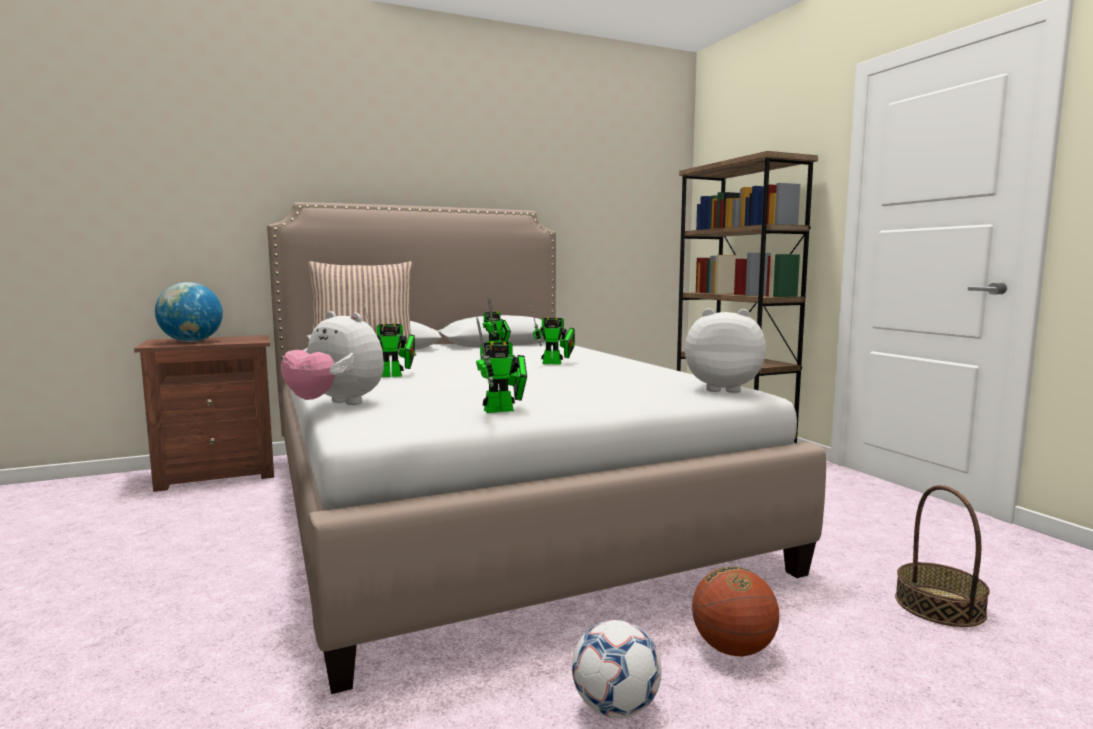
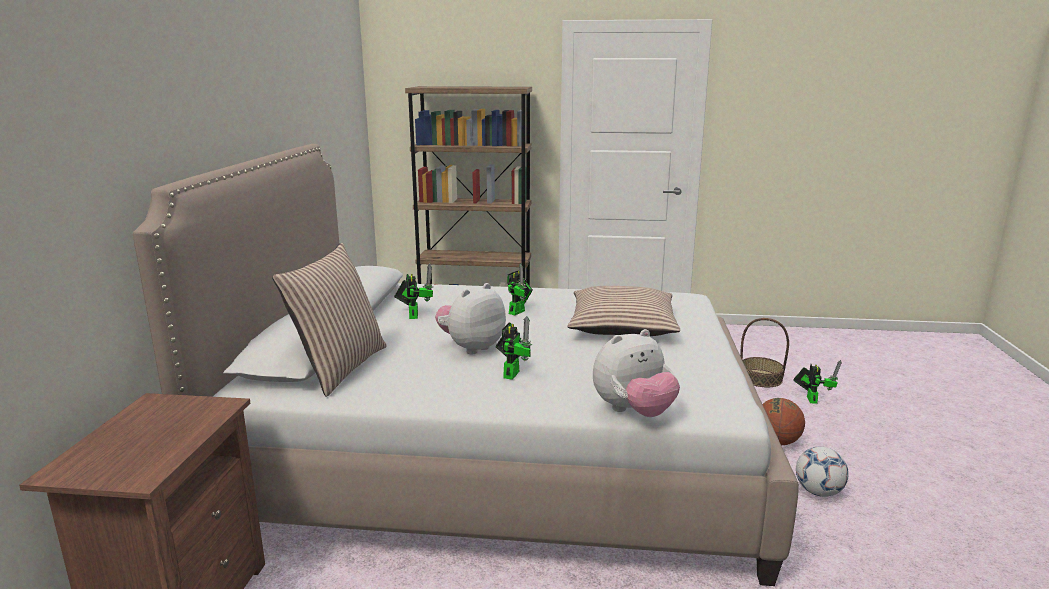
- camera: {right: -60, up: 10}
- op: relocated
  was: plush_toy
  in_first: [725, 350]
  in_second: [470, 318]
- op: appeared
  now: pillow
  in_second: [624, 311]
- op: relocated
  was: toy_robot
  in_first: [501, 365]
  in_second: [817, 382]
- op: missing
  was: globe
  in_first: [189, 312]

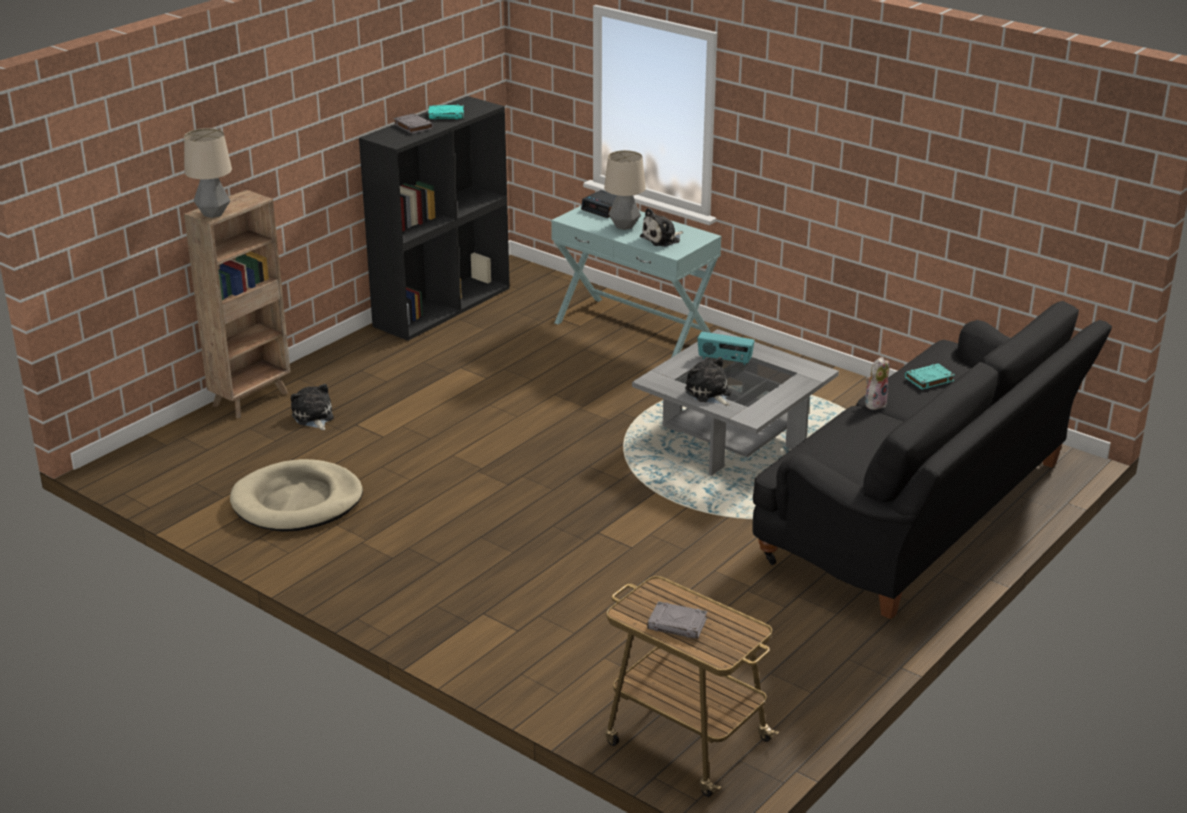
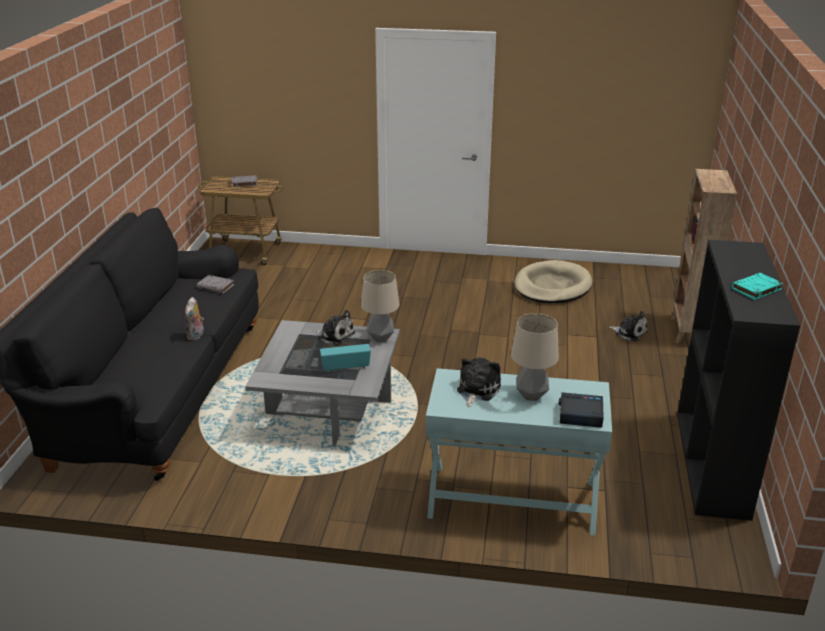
- camera: {right: 150, up: 0}
- op: relocated
  was: grey_book
  in_first: [413, 123]
  in_second: [215, 284]
- op: relocated
  was: table_lamp
  in_first: [208, 173]
  in_second: [380, 306]
- op: missing
  was: turquoise_book
  in_first: [930, 376]

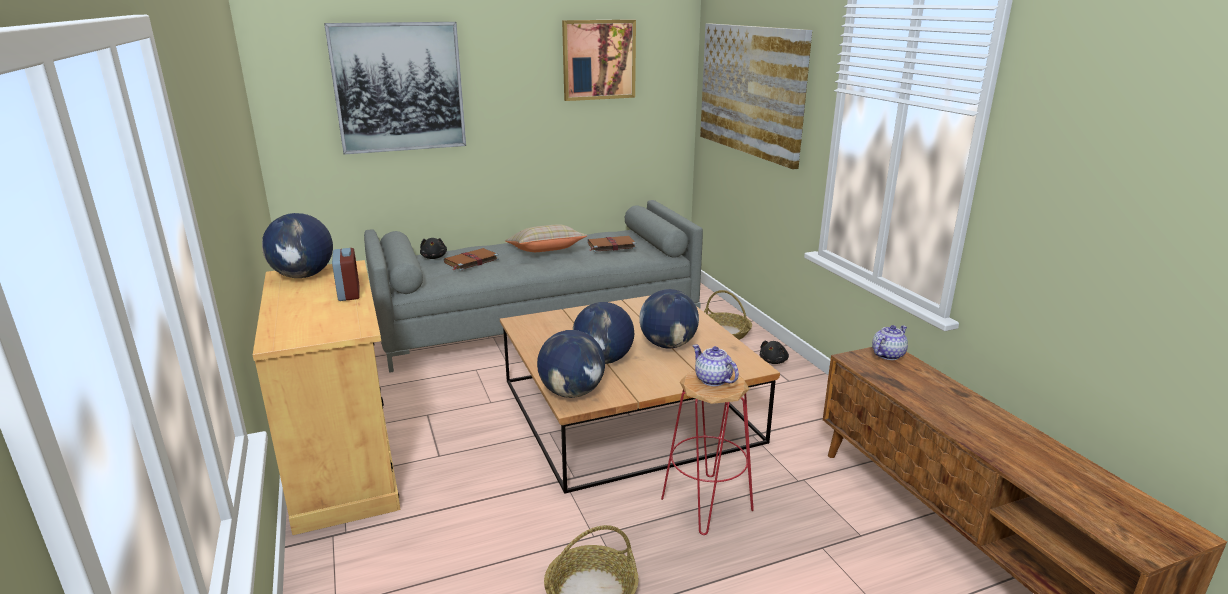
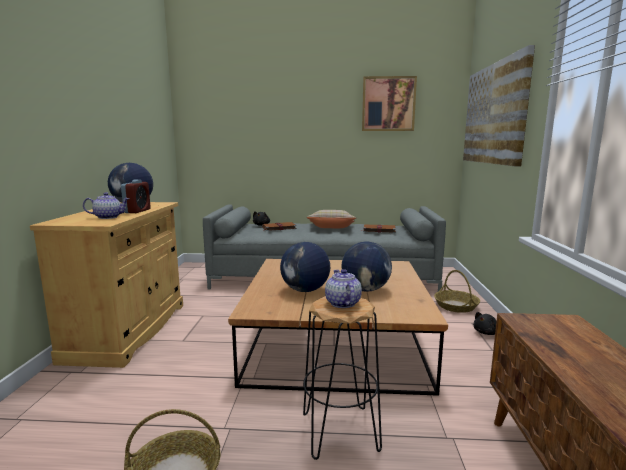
- camera: {right: 25, up: -10}
- op: relocated
  was: teapot
  in_first: [890, 342]
  in_second: [106, 205]
- op: colour
  was: red_stool
  now: black_stool
  in_first: [707, 453]
  in_second: [342, 378]
- op: missing
  was: picture
  in_first: [395, 88]
- op: missing
  was: globe
  in_first: [571, 364]

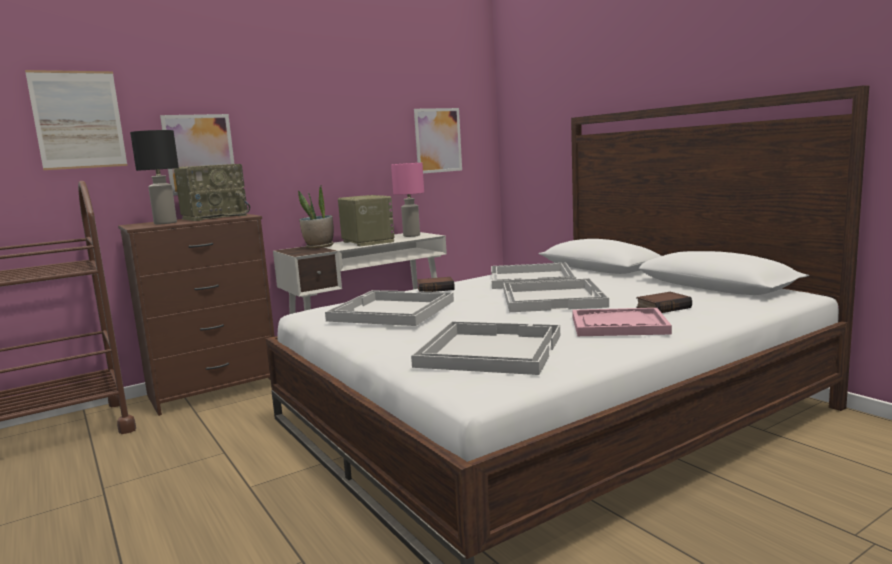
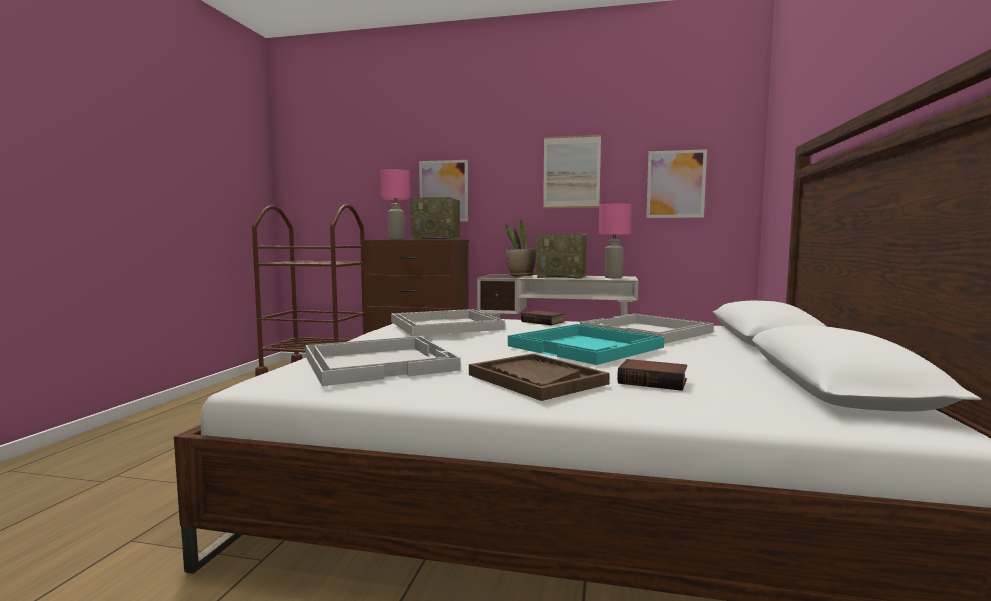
- camera: {right: 45, up: -5}
- op: colour
  was: black_table_lamp
  now: pink_table_lamp
  in_first: [154, 177]
  in_second: [395, 204]
- op: colour
  was: pink_tray
  now: brown_tray
  in_first: [622, 322]
  in_second: [539, 377]
- op: colour
  was: white_tray
  now: turquoise_tray
  in_first: [556, 295]
  in_second: [586, 344]
- op: spun
  was: radio
  in_first: [366, 220]
  in_second: [561, 256]
  clockwise: 90
- op: relocated
  was: picture
  in_first: [76, 120]
  in_second: [572, 171]

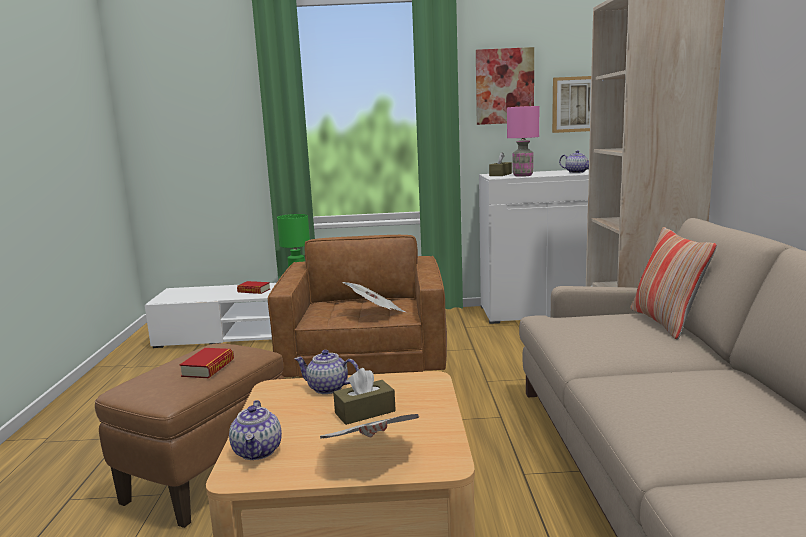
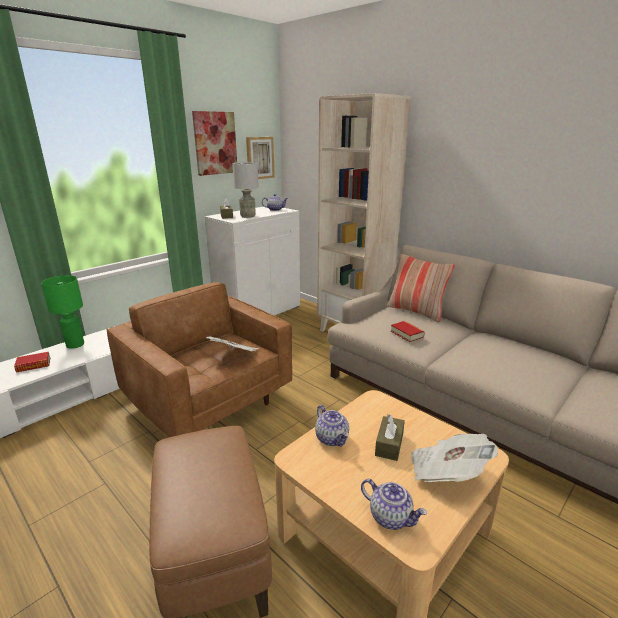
- camera: {right: -45, up: 10}
- op: colour
  was: pink_table_lamp
  now: grey_table_lamp
  in_first: [523, 141]
  in_second: [245, 190]
- op: spun
  was: teapot
  in_first: [326, 372]
  in_second: [332, 426]
  clockwise: -90
- op: relocated
  was: book
  in_first: [207, 363]
  in_second: [408, 331]

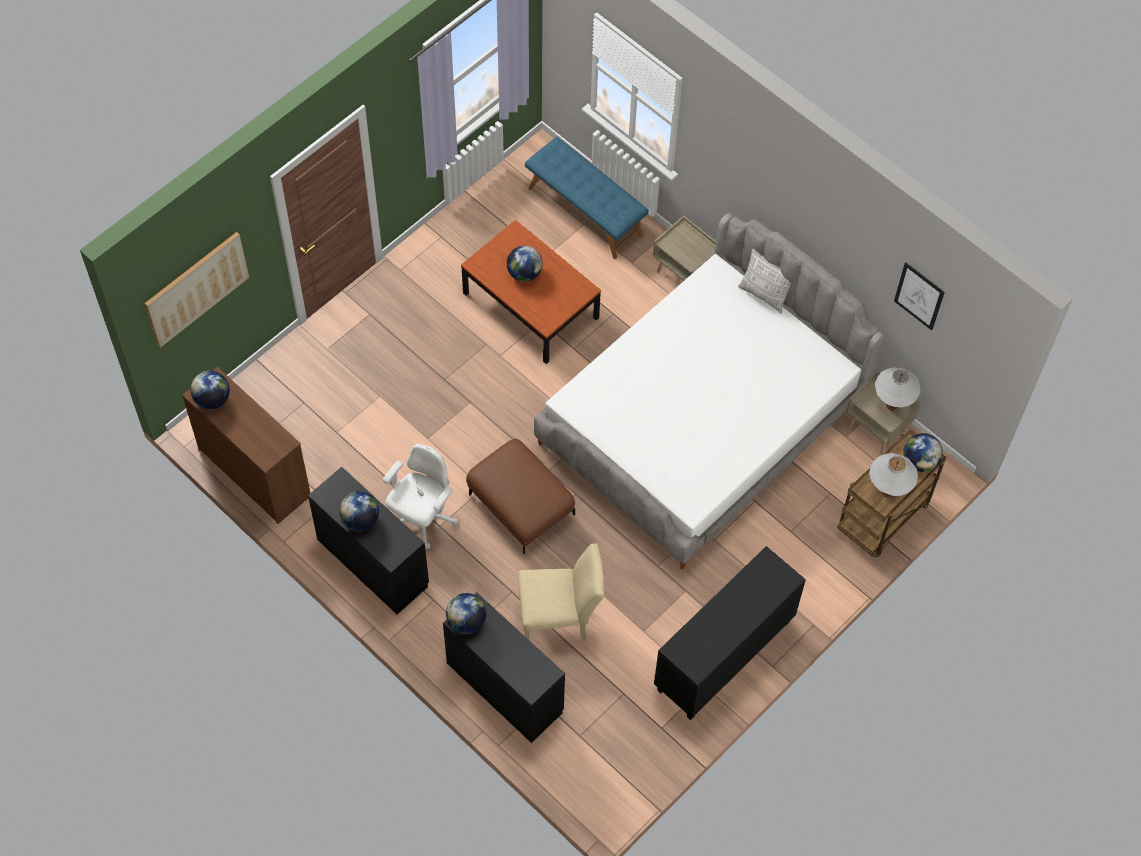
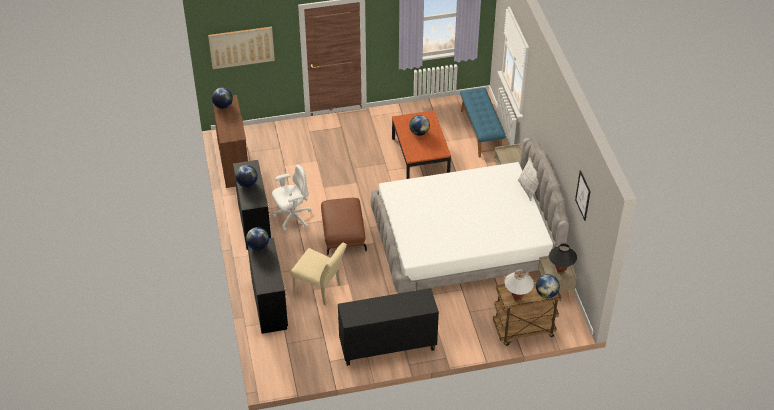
- camera: {right: 35, up: -15}
- op: colour
  was: white_table_lamp
  now: black_table_lamp
  in_first: [898, 389]
  in_second: [563, 258]

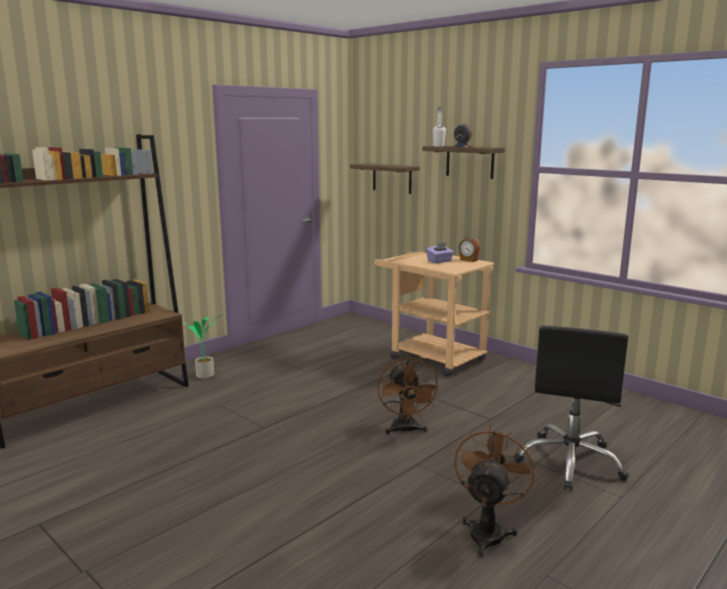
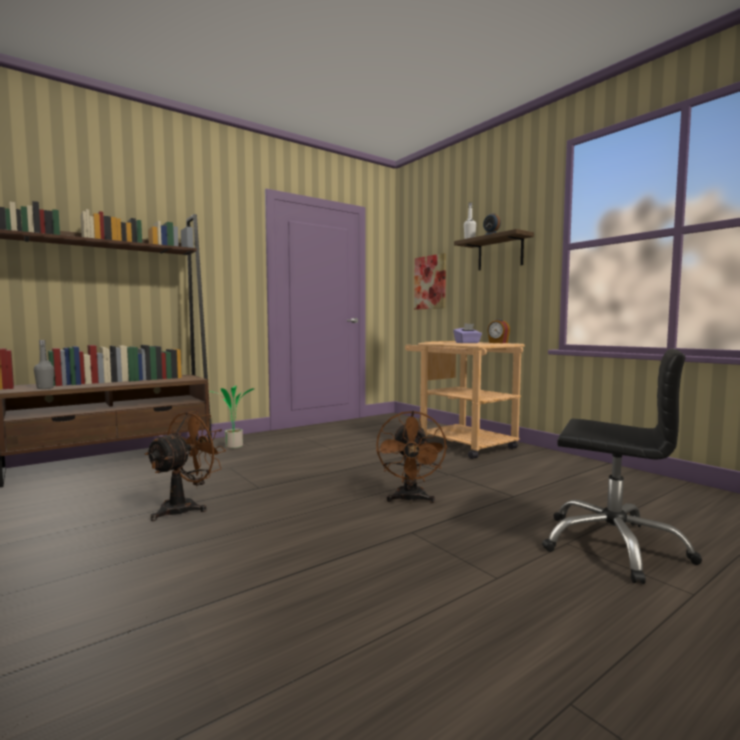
- camera: {right: 10, up: -10}
- op: appeared
  now: grey_bottle
  in_second: [44, 364]
- op: relocated
  was: brown_fan
  in_first: [495, 490]
  in_second: [185, 466]
- op: exchanged
  was: shelf
  now: picture
  in_first: [385, 178]
  in_second: [430, 281]
- op: spun
  was: black_office_chair
  in_first: [571, 408]
  in_second: [622, 466]
  clockwise: -90

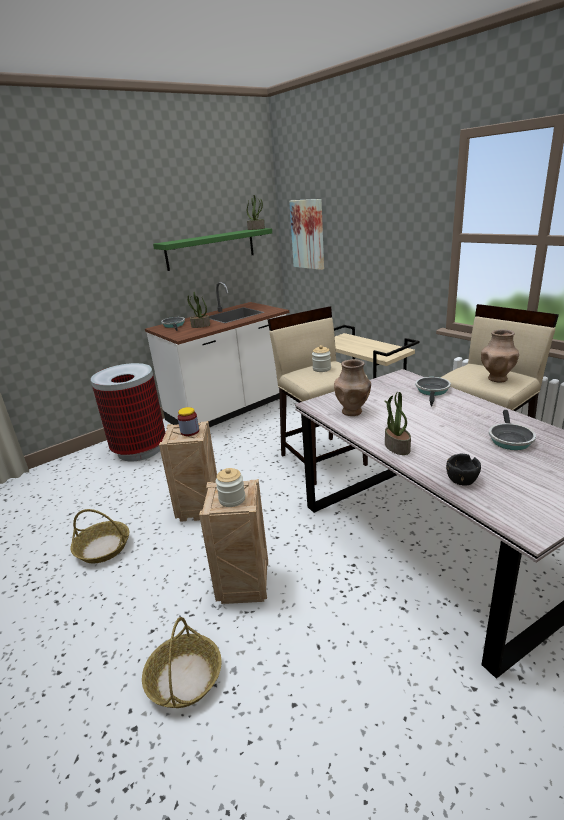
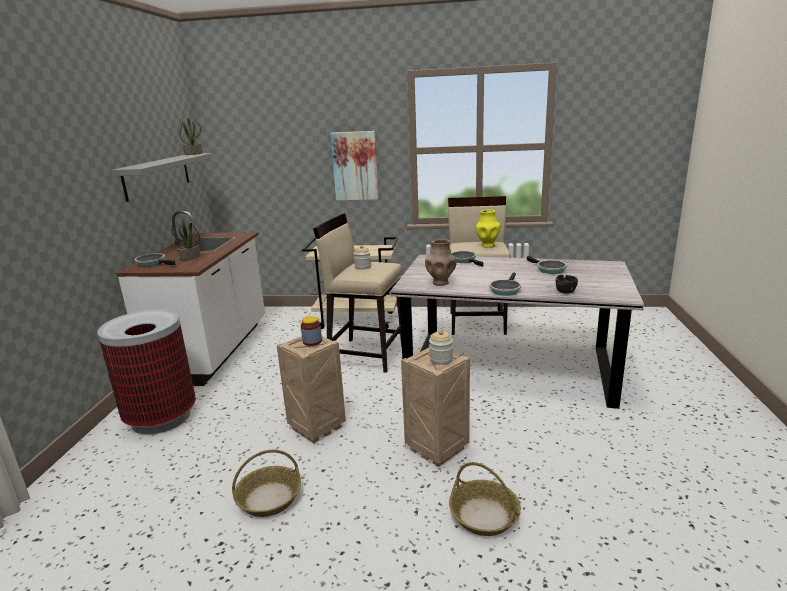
- camera: {right: -45, up: -5}
- op: colour
  was: green_shelf
  now: grey_shelf
  in_first: [212, 249]
  in_second: [162, 177]
- op: relocated
  was: picture
  in_first: [306, 234]
  in_second: [354, 166]
- op: colour
  was: brown_vase
  now: yellow_vase
  in_first: [500, 356]
  in_second: [488, 229]
- op: exchanged
  was: potted_plant
  now: frying_pan
  in_first: [398, 423]
  in_second: [505, 284]

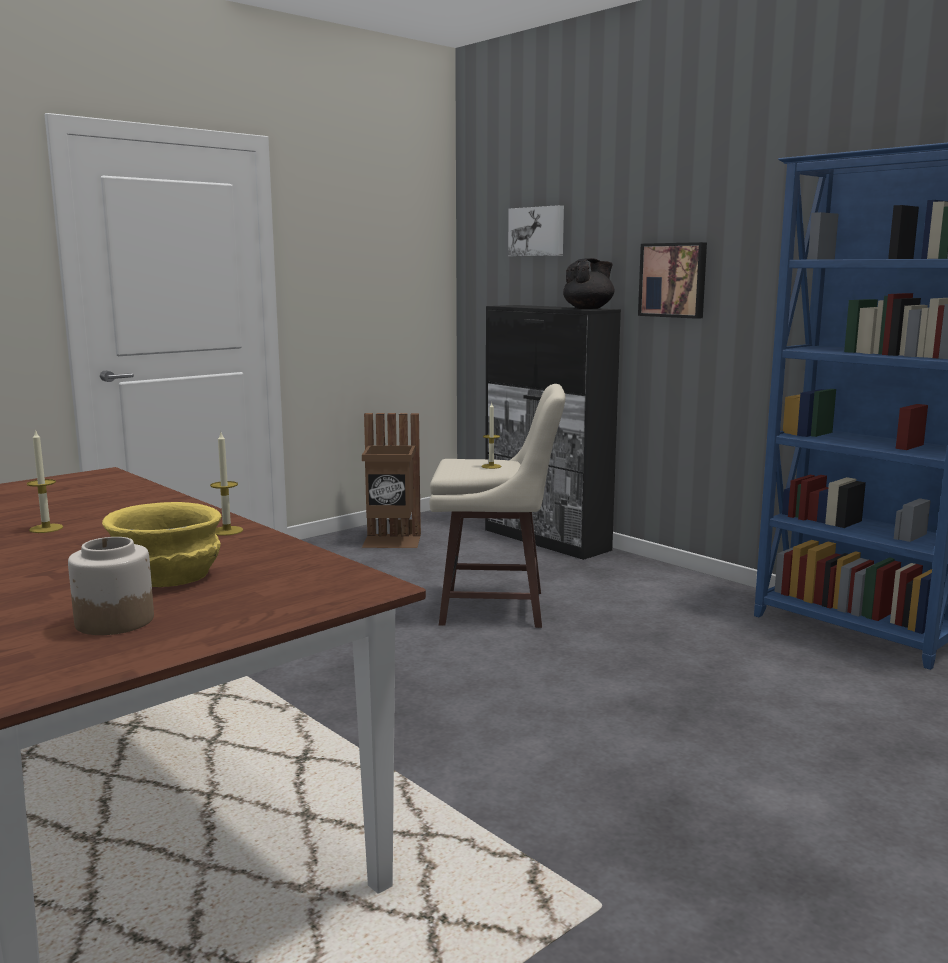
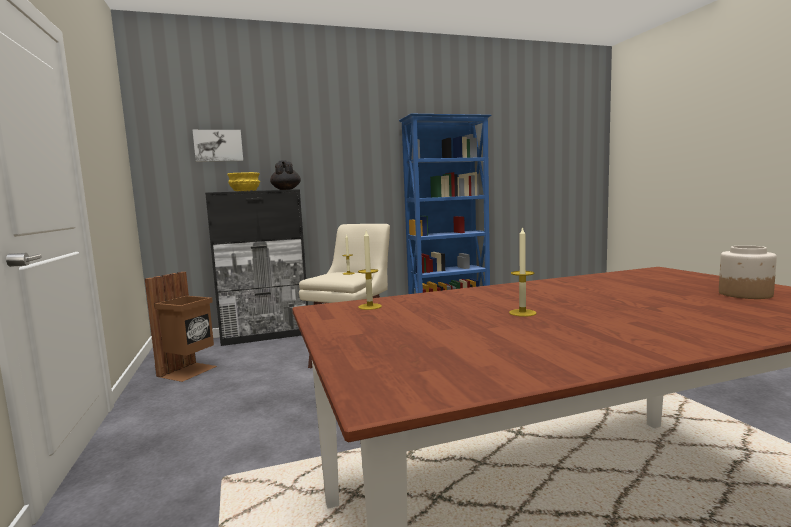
- camera: {right: -65, up: -5}
- op: relocated
  was: yellow_bowl
  in_first: [161, 544]
  in_second: [243, 181]
- op: relocated
  was: candle
  in_first: [226, 484]
  in_second: [370, 270]
- op: missing
  was: picture
  in_first: [672, 280]

